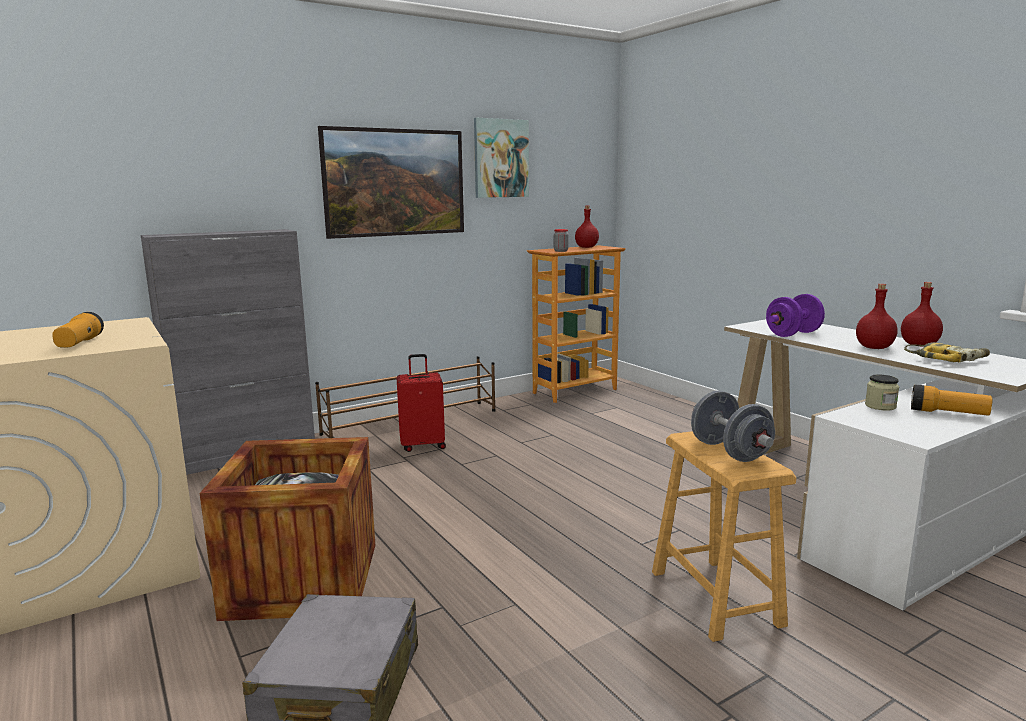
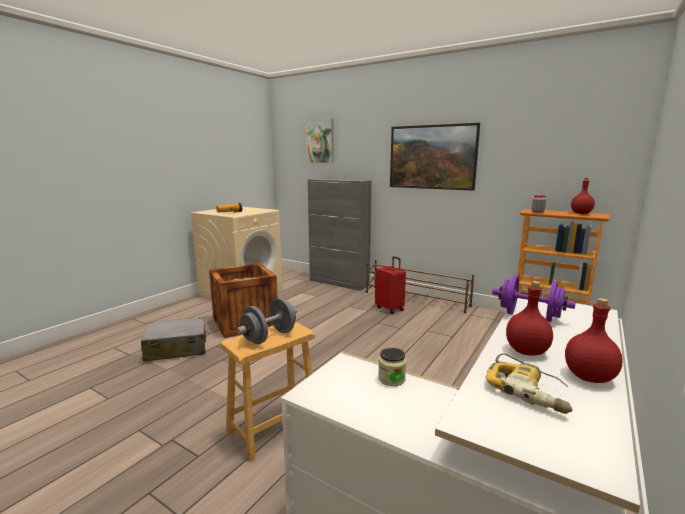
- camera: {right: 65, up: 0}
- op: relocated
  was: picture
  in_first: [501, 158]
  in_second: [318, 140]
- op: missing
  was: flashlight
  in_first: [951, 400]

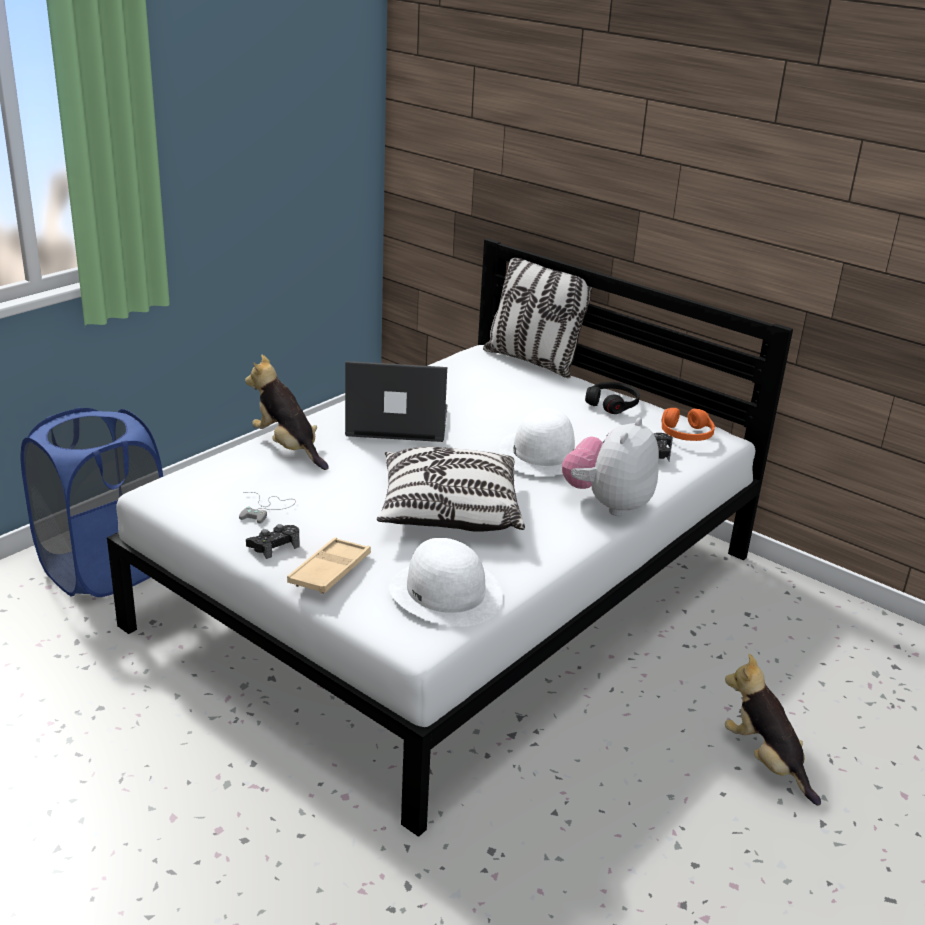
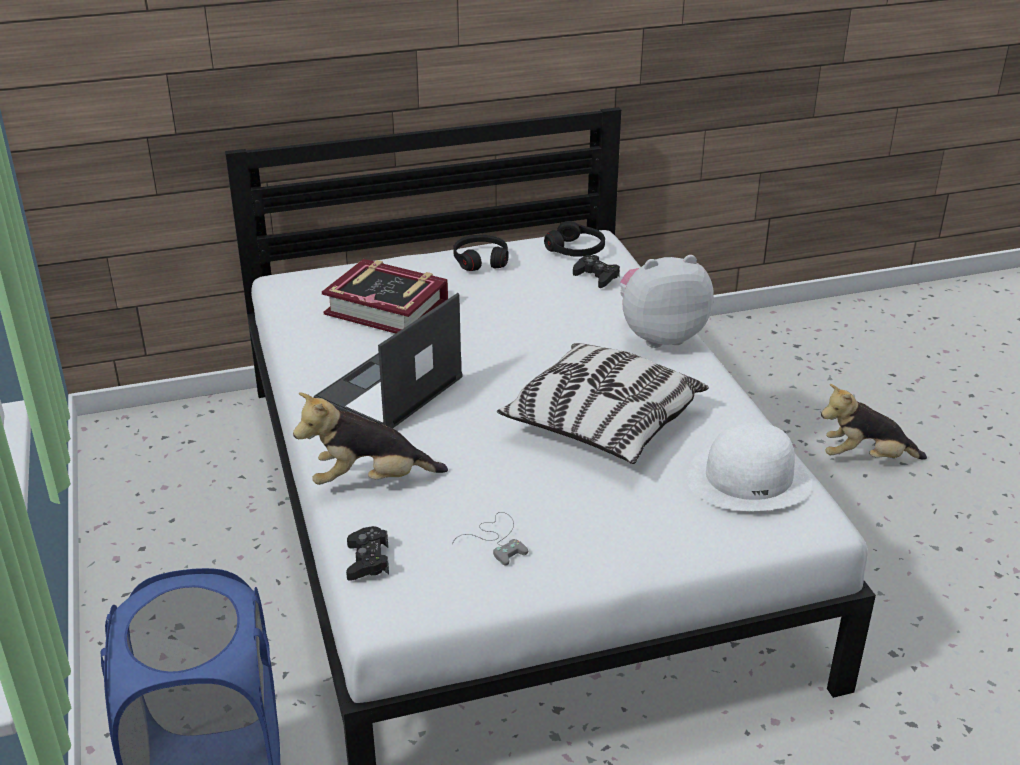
- camera: {right: -55, up: 5}
- op: appeared
  now: book
  in_second: [385, 296]
- op: relocated
  was: black_game_controller
  in_first: [273, 541]
  in_second: [367, 553]
- op: colour
  was: orange_headphones
  now: black_headphones
  in_first: [688, 424]
  in_second: [574, 239]
- op: spun
  was: plush_toy
  in_first: [610, 467]
  in_second: [667, 301]
  clockwise: 105
- op: missing
  was: beige_tray
  in_first: [329, 565]
- op: missing
  was: pillow
  in_first: [538, 318]
- op: missing
  was: white_hat
  in_first: [539, 442]

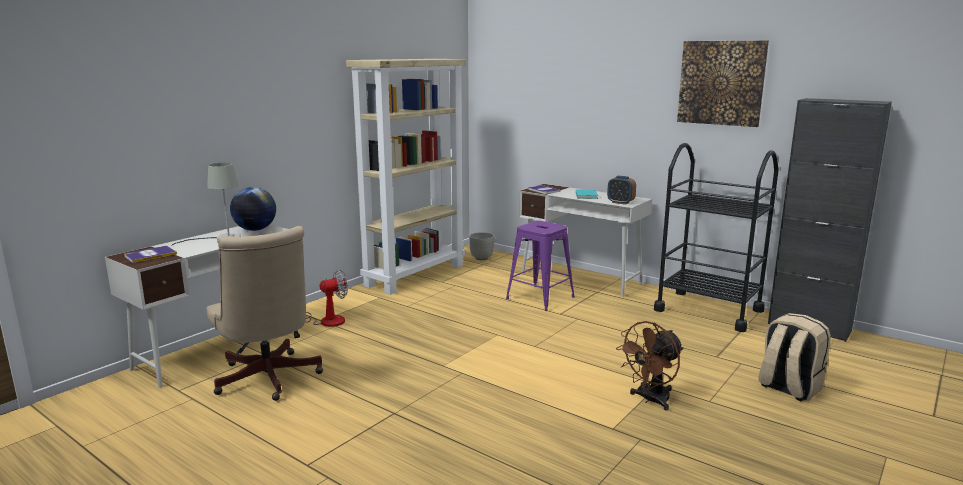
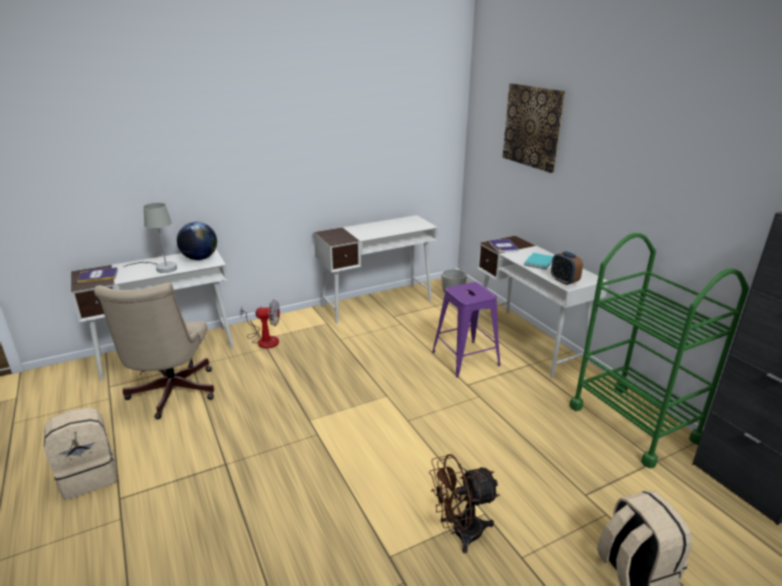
- camera: {right: 25, up: 10}
- op: appeared
  now: beige_backpack
  in_second: [80, 454]
- op: exchanged
  was: beige_bookcase
  now: white_desk
  in_first: [406, 177]
  in_second: [376, 269]
- op: relocated
  was: picture
  in_first: [723, 84]
  in_second: [533, 128]
- op: colour
  was: black_cart
  now: green_cart
  in_first: [716, 237]
  in_second: [659, 350]

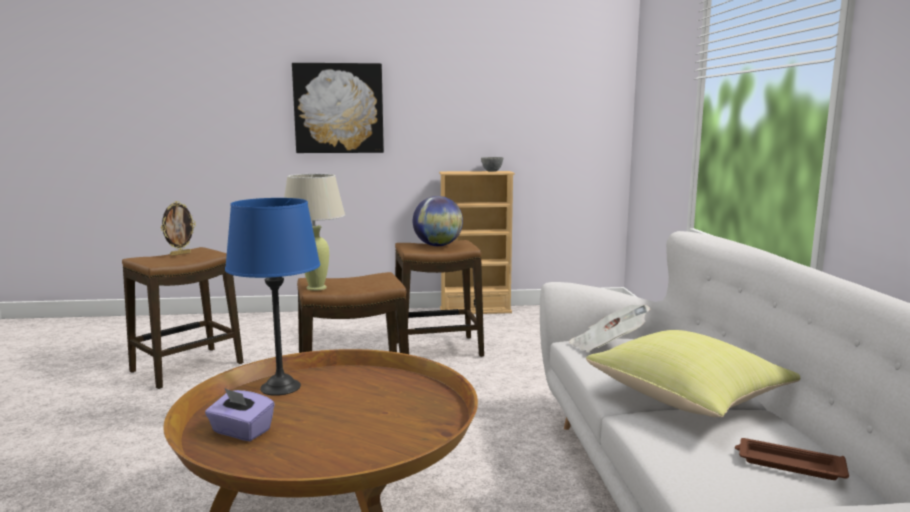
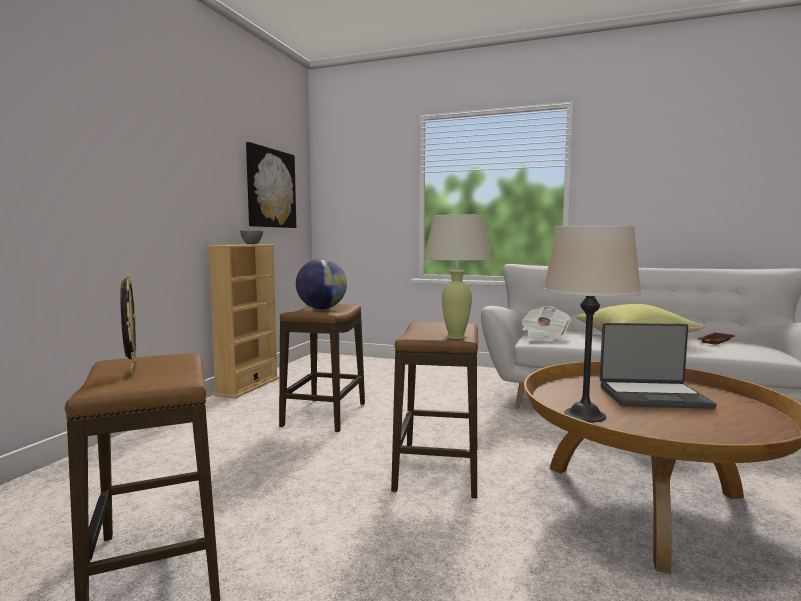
- camera: {right: -65, up: -5}
- op: relocated
  was: picture
  in_first: [338, 108]
  in_second: [271, 185]
- op: colour
  was: blue_table_lamp
  now: beige_table_lamp
  in_first: [272, 297]
  in_second: [592, 323]
- op: appeared
  now: laptop
  in_second: [658, 366]
- op: missing
  was: purple_tissue_box
  in_first: [240, 414]

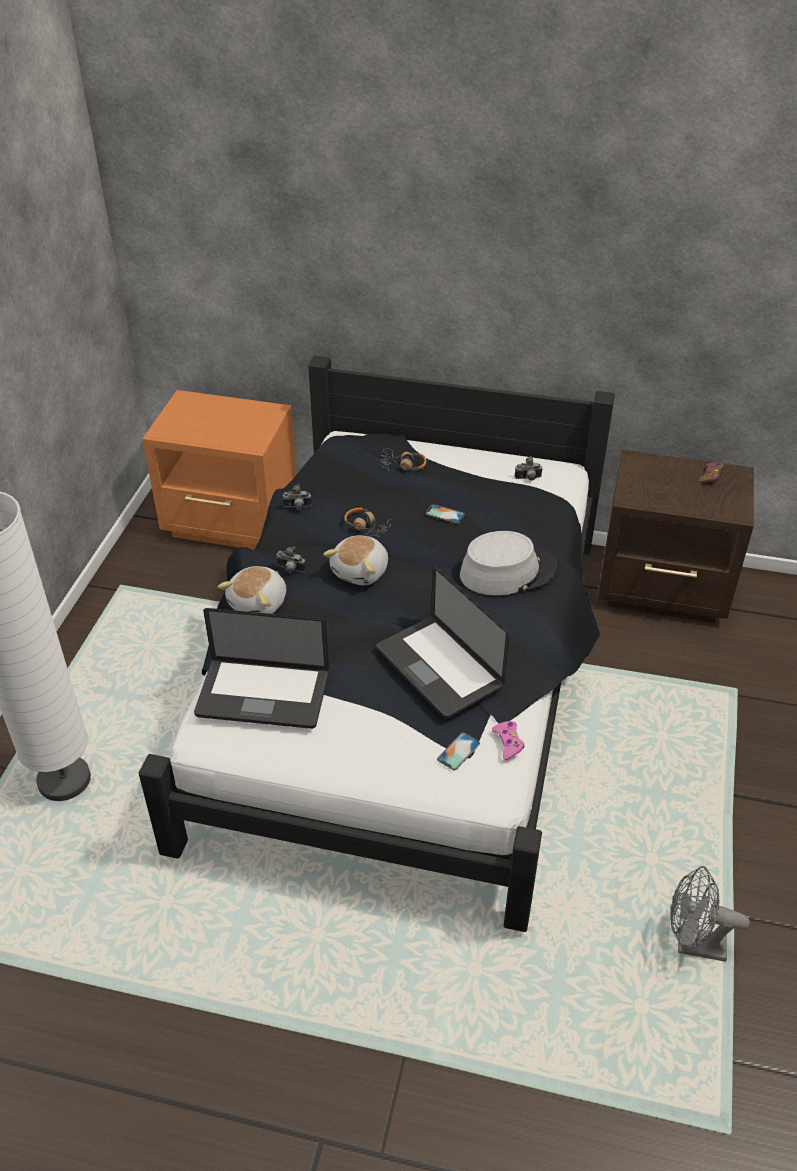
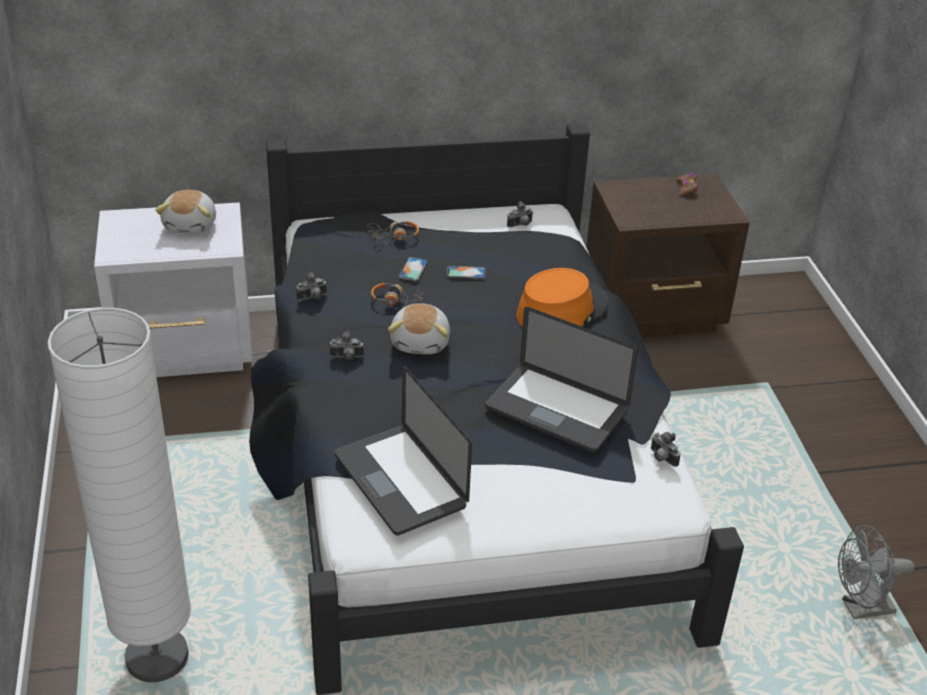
- camera: {right: -25, up: -5}
- op: colour
  was: orange_nightstand
  now: white_nightstand
  in_first: [219, 470]
  in_second: [173, 290]
- op: relocated
  was: plush_toy
  in_first: [252, 590]
  in_second: [185, 212]
- op: spun
  was: laptop
  in_first: [261, 668]
  in_second: [403, 451]
  clockwise: 75
- op: relocated
  was: phone
  in_first: [458, 752]
  in_second: [413, 269]
- op: colour
  was: grey_hat
  now: orange_hat
  in_first: [508, 563]
  in_second: [562, 297]
- op: exchanged
  was: pink_game_controller
  now: photo_camera
  in_first: [508, 740]
  in_second: [666, 449]

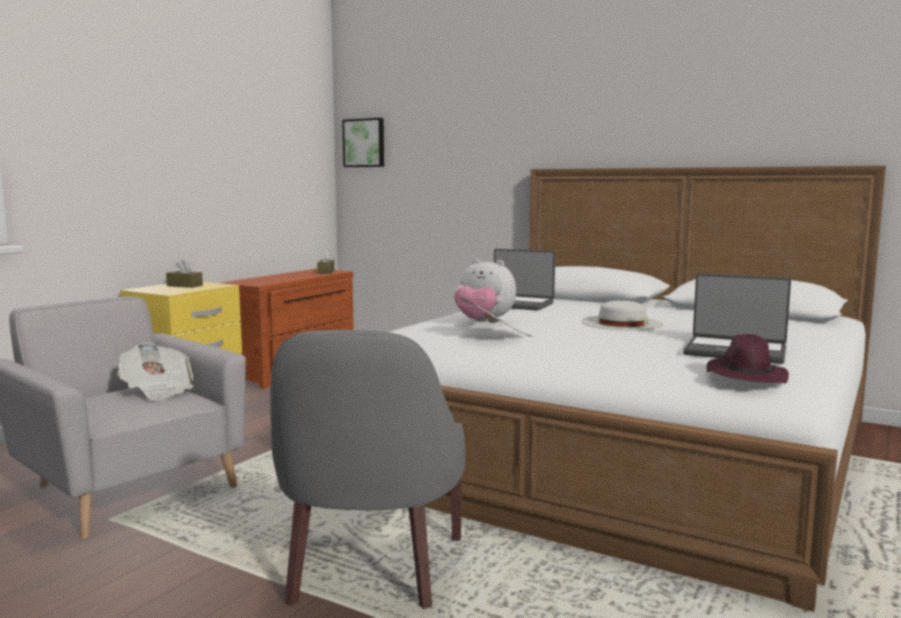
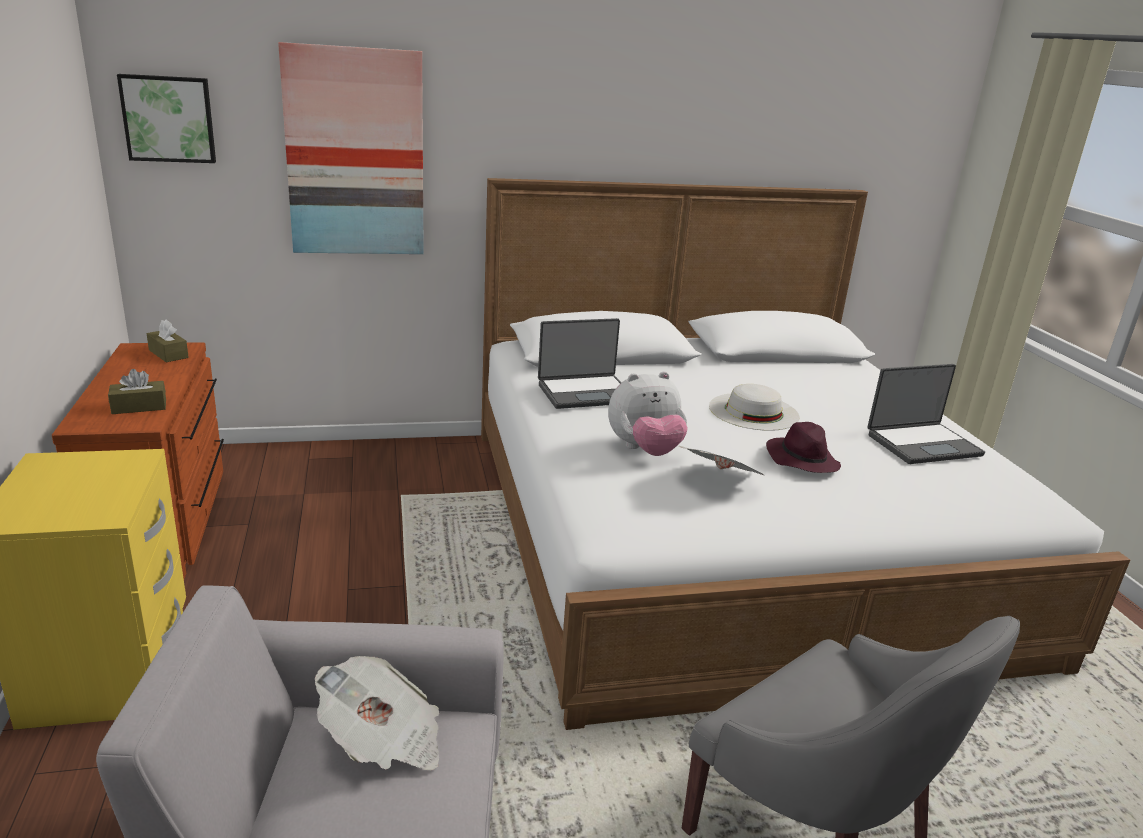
- camera: {right: -45, up: 15}
- op: relocated
  was: brown_tissue_box
  in_first: [184, 273]
  in_second: [137, 391]
- op: appeared
  now: picture
  in_second: [351, 148]
- op: relocated
  was: purple_hat
  in_first: [747, 359]
  in_second: [803, 447]

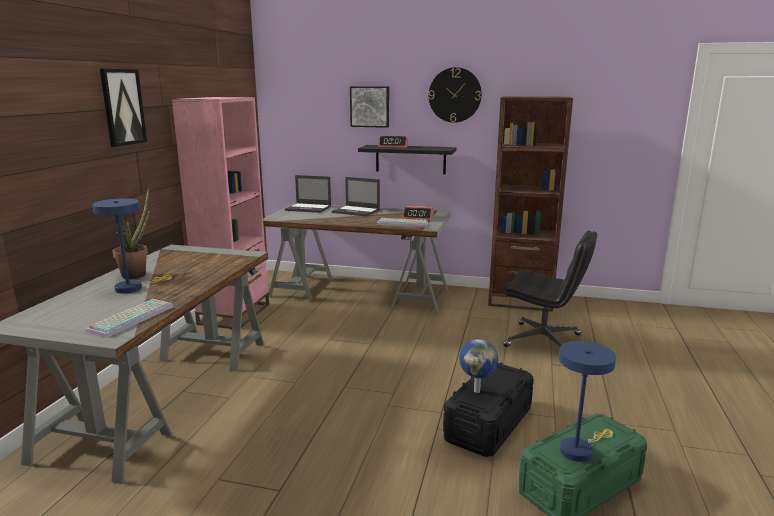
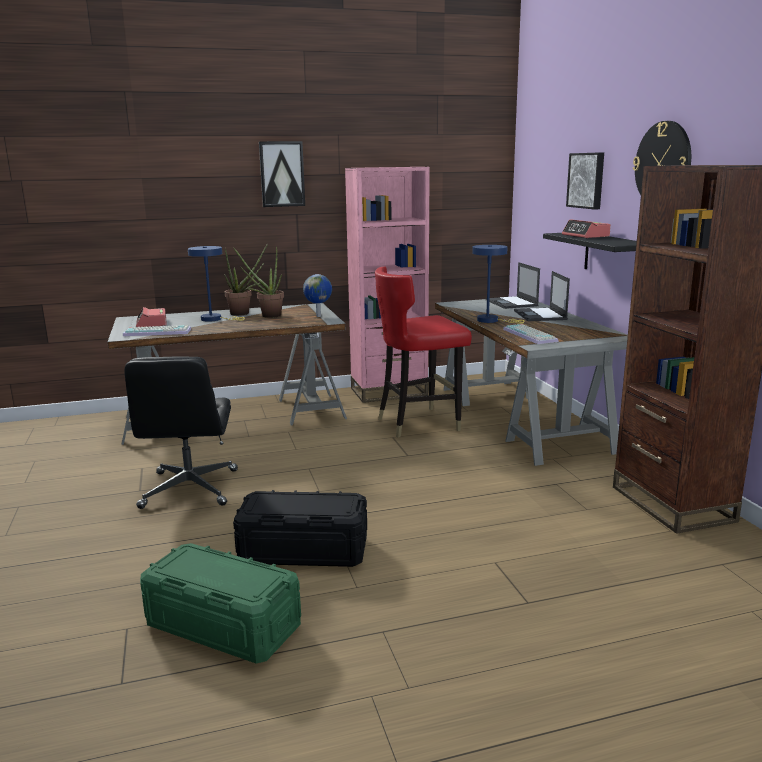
- camera: {right: 60, up: 0}
- op: relocated
  was: black_office_chair
  in_first: [550, 289]
  in_second: [181, 432]
- op: relocated
  was: alarm_clock
  in_first: [418, 213]
  in_second: [151, 317]
- op: appeared
  now: potted_plant
  in_second: [258, 282]
- op: relocated
  was: globe
  in_first: [478, 366]
  in_second: [317, 295]
- op: appeared
  now: red_chair
  in_second: [423, 352]
- op: relocated
  was: blue_table_lamp
  in_first: [587, 401]
  in_second: [498, 284]

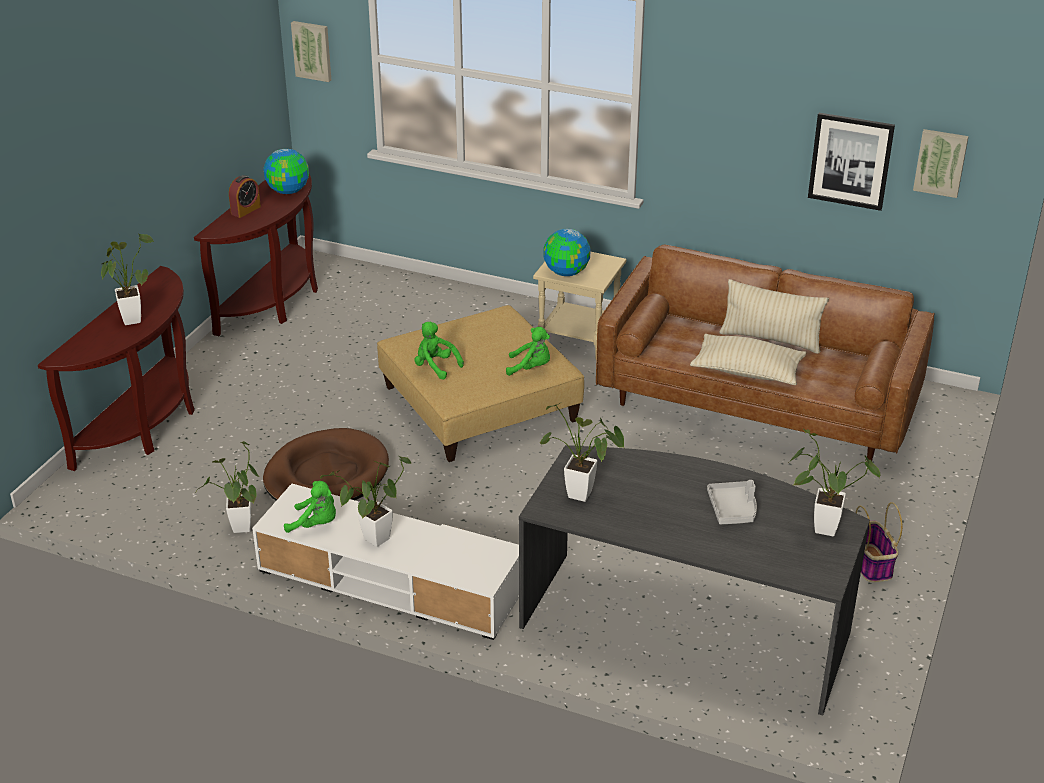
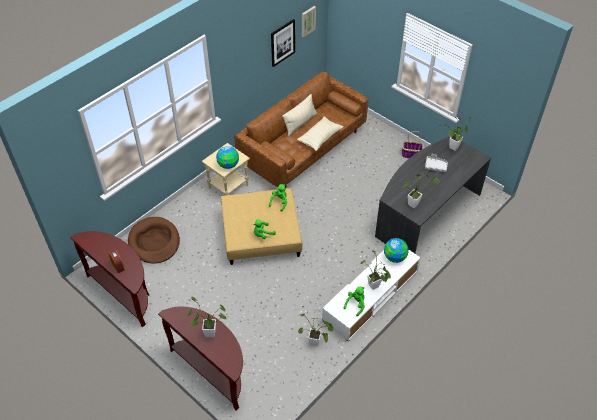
- camera: {right: -70, up: 15}
- op: relocated
  was: brown_dog_bed
  in_first: [326, 464]
  in_second: [154, 240]
- op: relocated
  was: globe
  in_first: [286, 171]
  in_second: [396, 250]
- op: missing
  was: picture
  in_first: [311, 51]

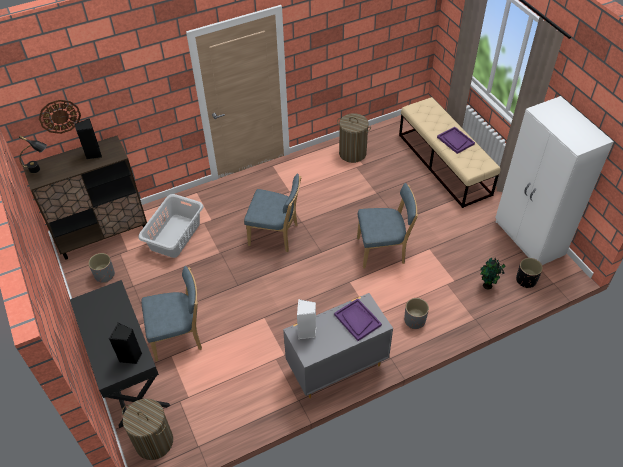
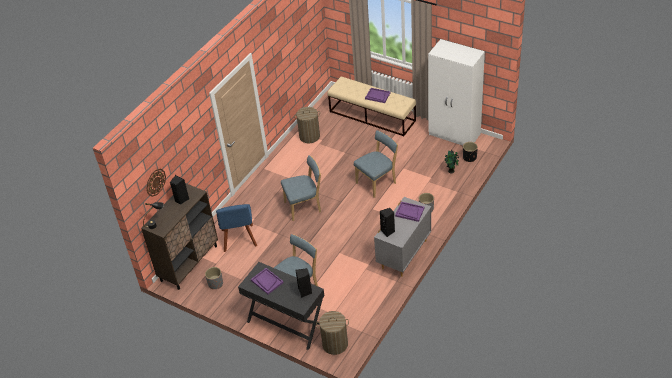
- camera: {right: -30, up: -5}
- op: exchanged
  was: grey_laundry_basket
  now: blue_chair
  in_first: [170, 226]
  in_second: [236, 228]
- op: appeared
  now: purple_tray
  in_second: [267, 281]
- op: colour
  was: white_speaker
  now: black_speaker
  in_first: [306, 319]
  in_second: [387, 222]

